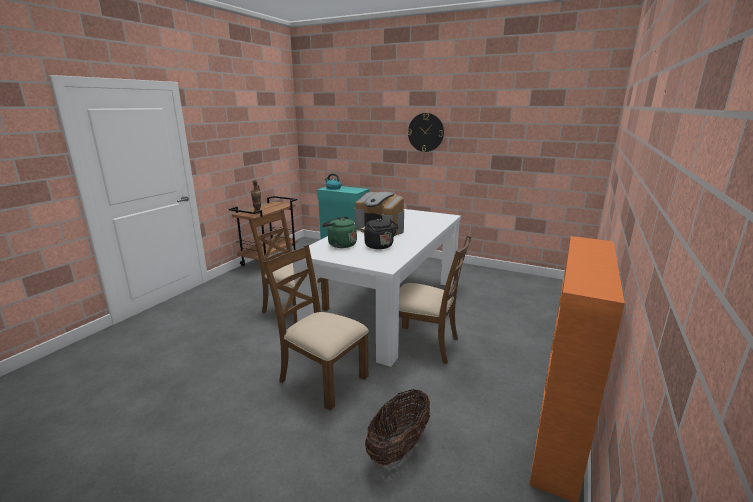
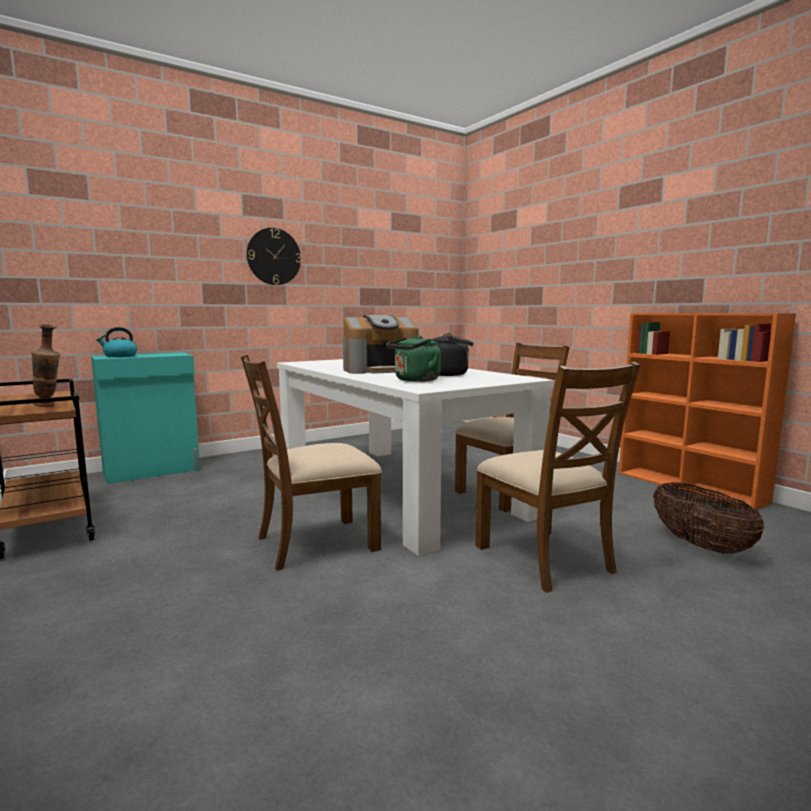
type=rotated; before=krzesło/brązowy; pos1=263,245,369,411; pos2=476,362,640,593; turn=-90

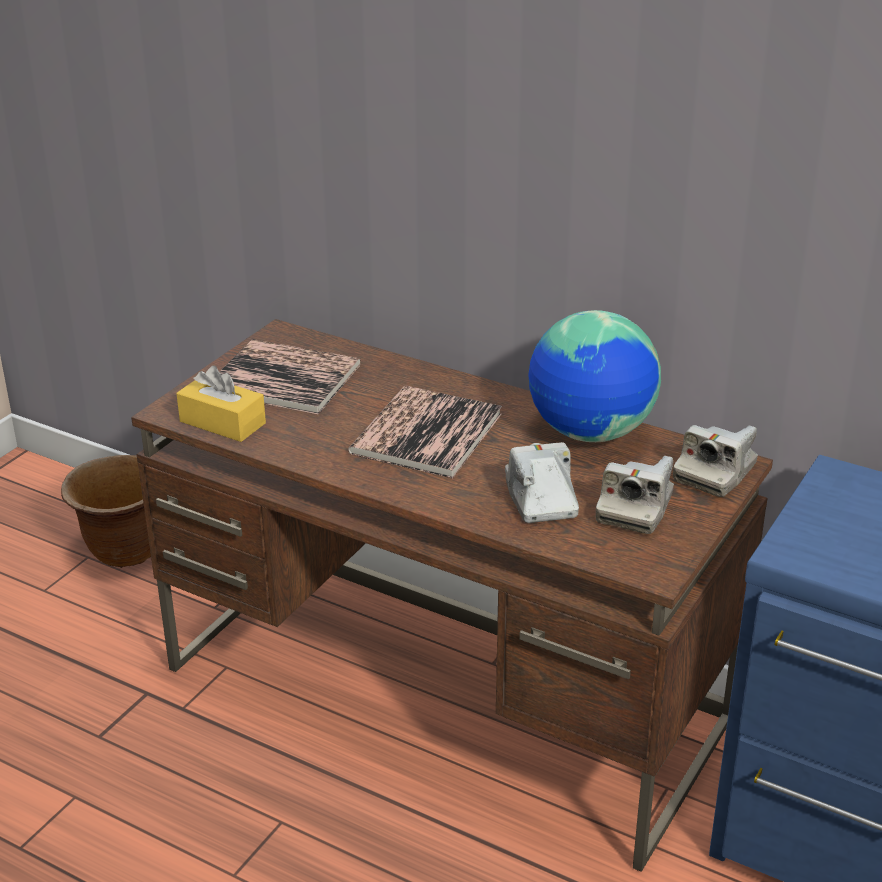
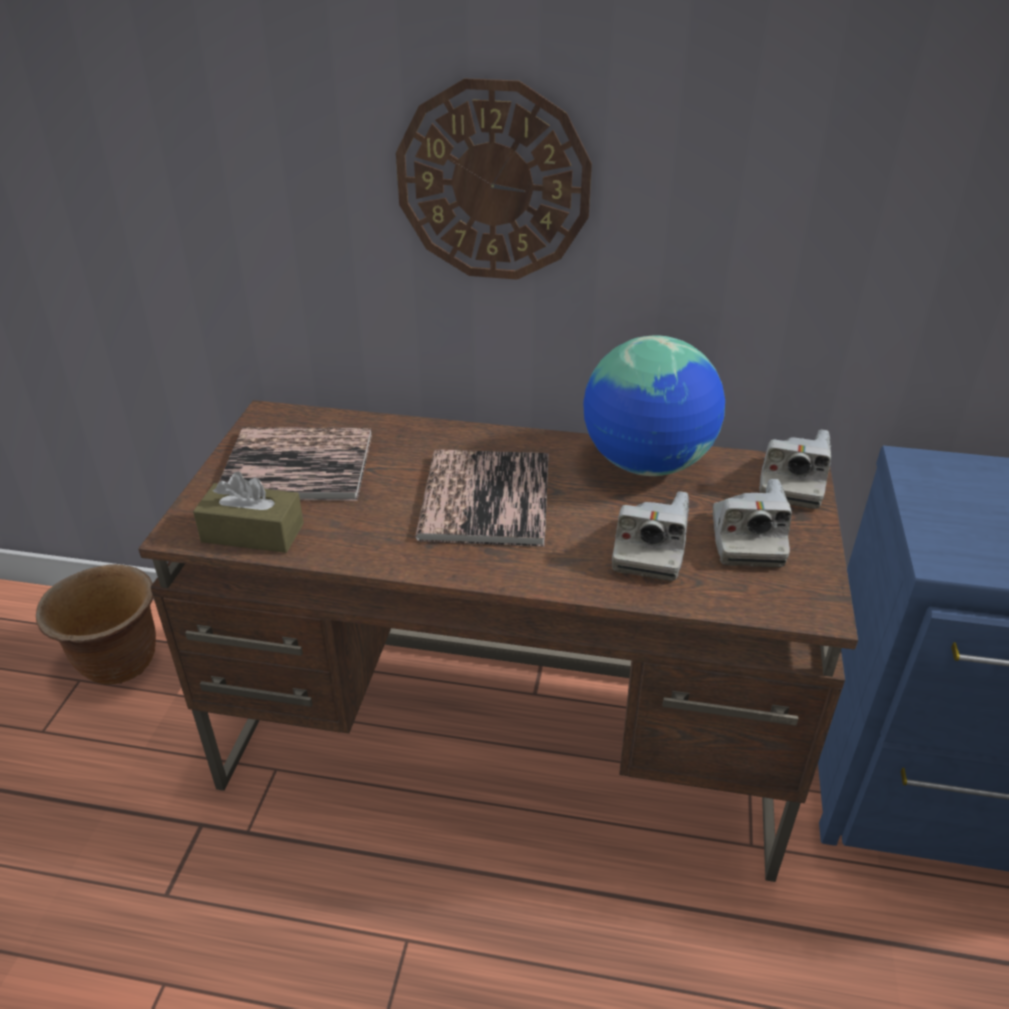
type=repainted; before=pudełko chusteczek/żółty; after=pudełko chusteczek/brązowy; pos1=176,366,266,442; pos2=193,472,304,553
type=new; after=zegar ścienny; pos2=396,78,592,280
type=rotated; before=aparat fotograficzny; pos1=505,442,579,523; pos2=612,491,689,581; turn=-135

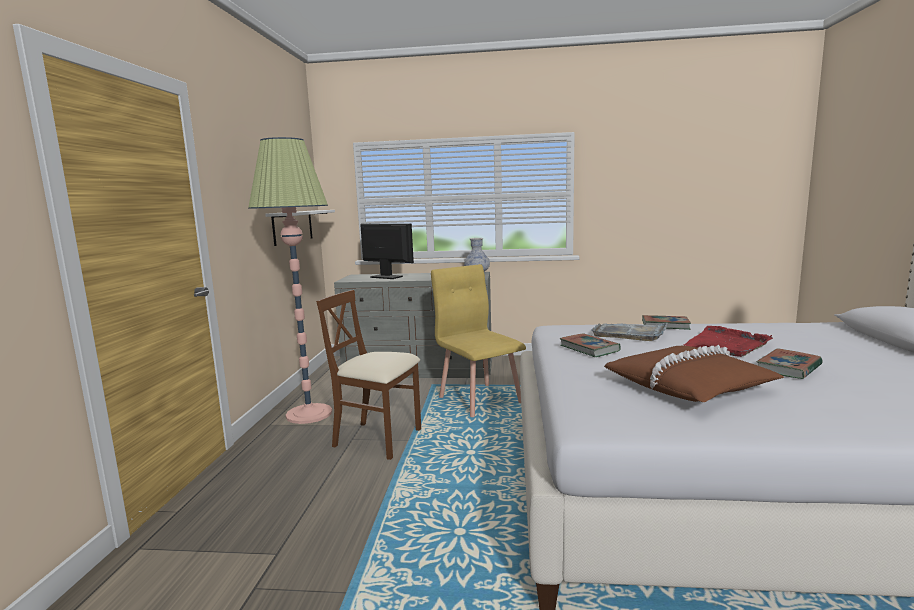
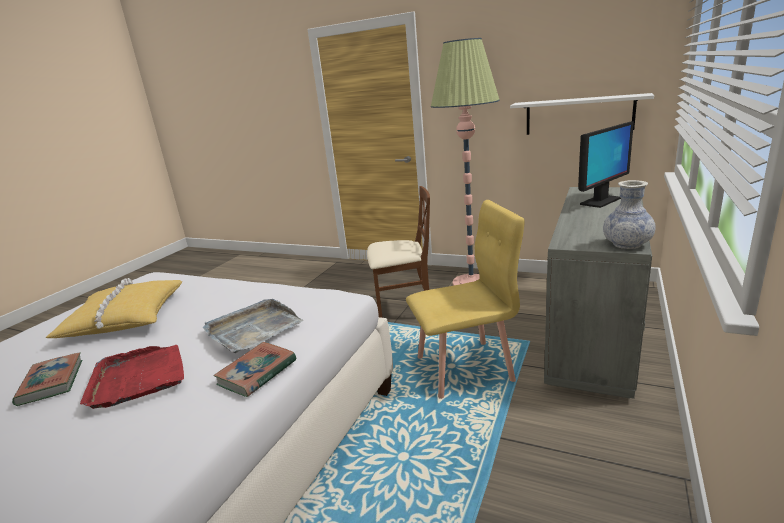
type=repainted; before=poduszka/brązowy; after=poduszka/żółty; pos1=604,345,784,402; pos2=45,278,182,338
type=rotated; before=krzesło/brązowy; pos1=316,290,421,460; pos2=367,186,430,318; turn=45
type=gone; before=książka; pos1=560,333,621,357

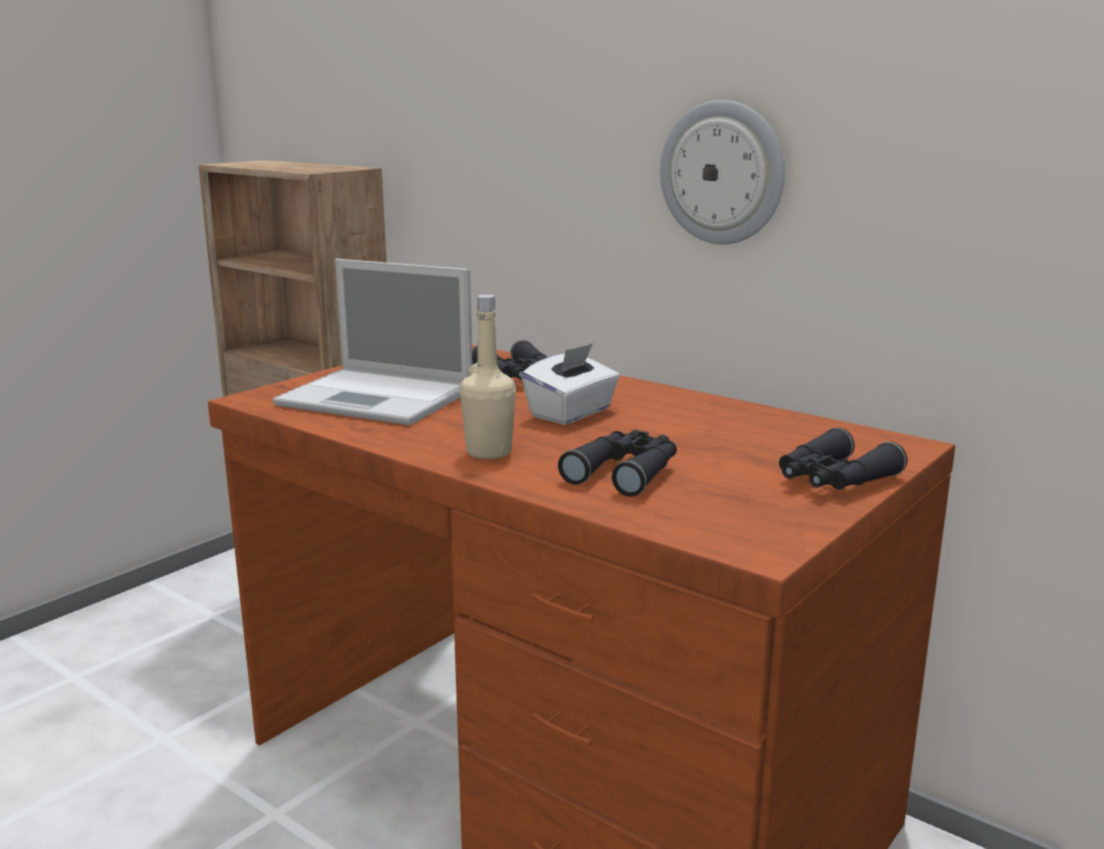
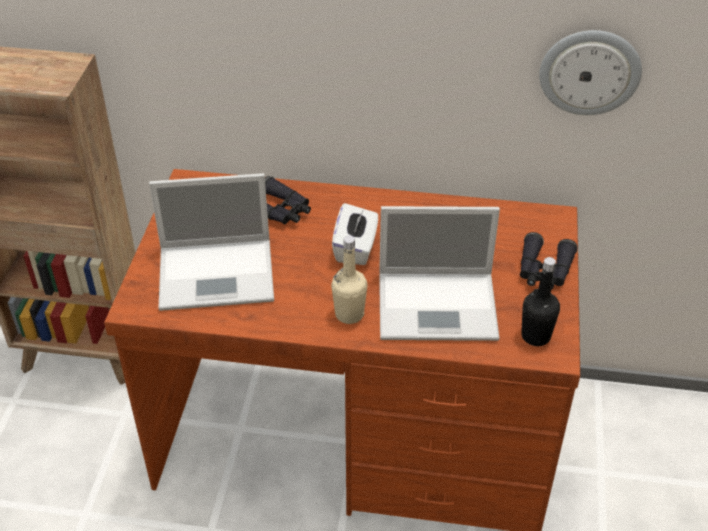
type=swapped; before=lornetka/czarny; after=laptop; pos1=558,430,677,497; pos2=379,206,500,341
type=new; after=butelka/czarny; pos2=521,257,560,346
type=shifted; before=zegar ścienny; pos1=660,100,785,244; pos2=539,30,642,115

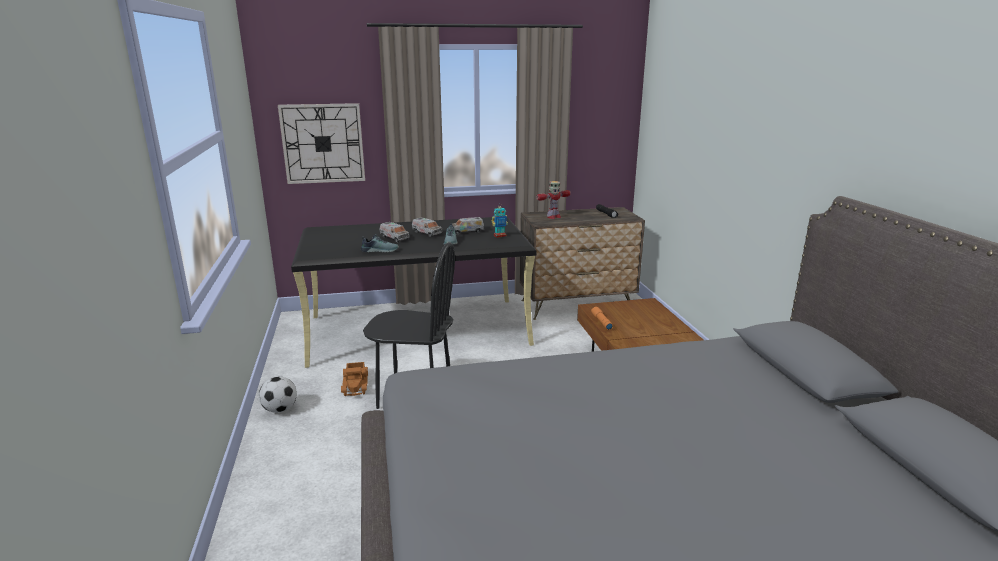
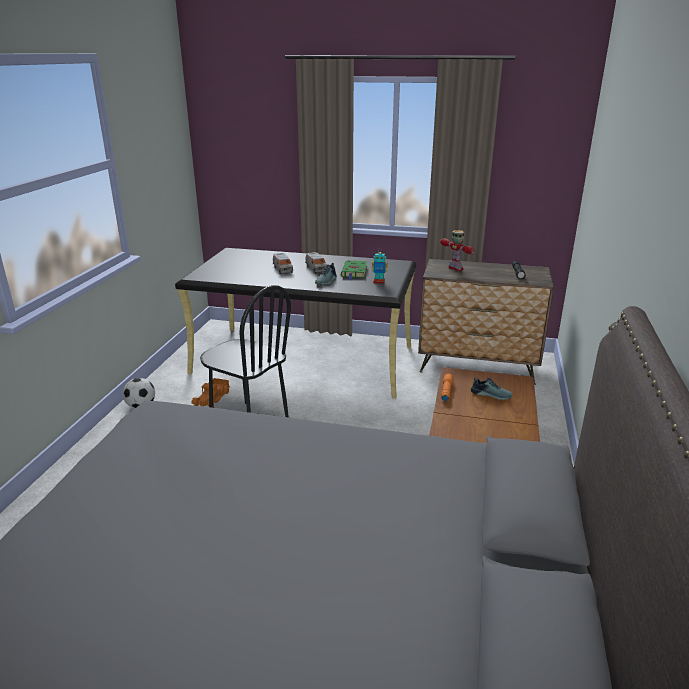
type=swapped; before=ciężarówka zabawkowa; after=książka/zielony; pos1=452,217,484,234; pos2=341,260,367,280
type=rotated; before=robot zabawkowy; pos1=536,181,571,219; pos2=440,230,474,271; turn=-120
type=shifted; before=but; pos1=361,234,399,252; pos2=471,377,513,400
type=gone; before=zegar ścienny; pos1=278,103,365,184

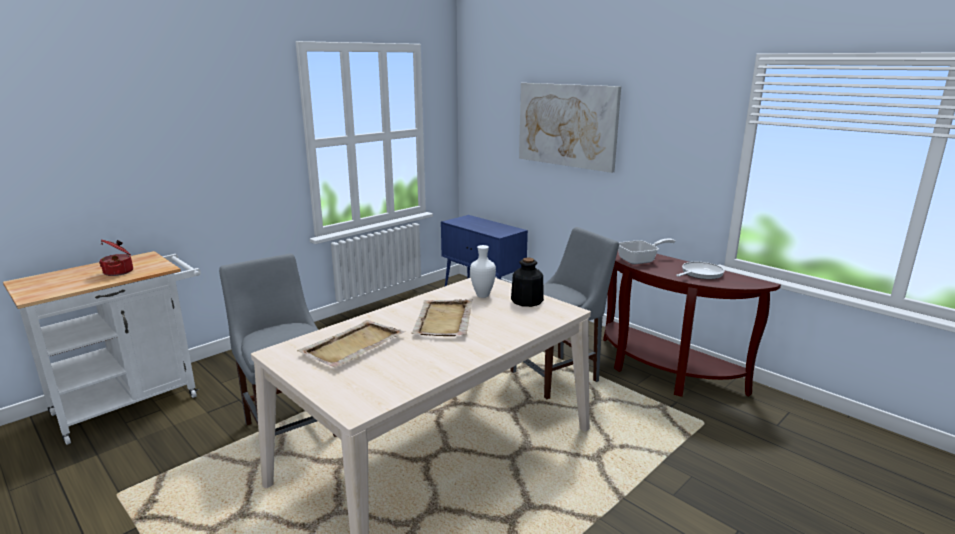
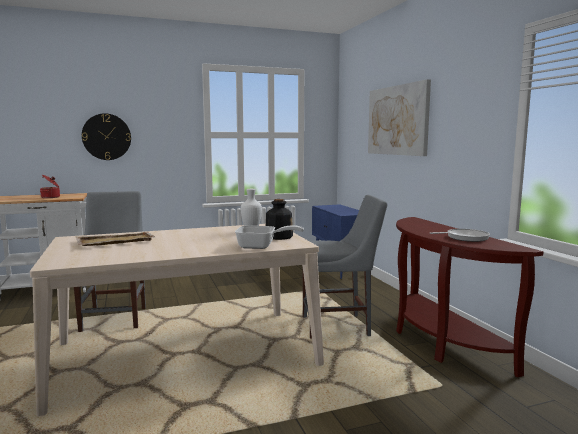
type=new; after=zegar ścienny; pos2=82,113,131,160
type=shifted; before=patelnia; pos1=618,238,675,265; pos2=235,225,304,249
type=gone; before=taca/beżowy; pos1=411,299,473,336

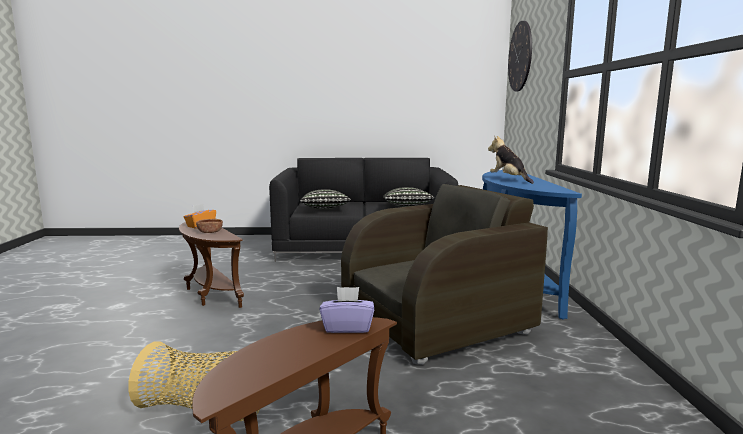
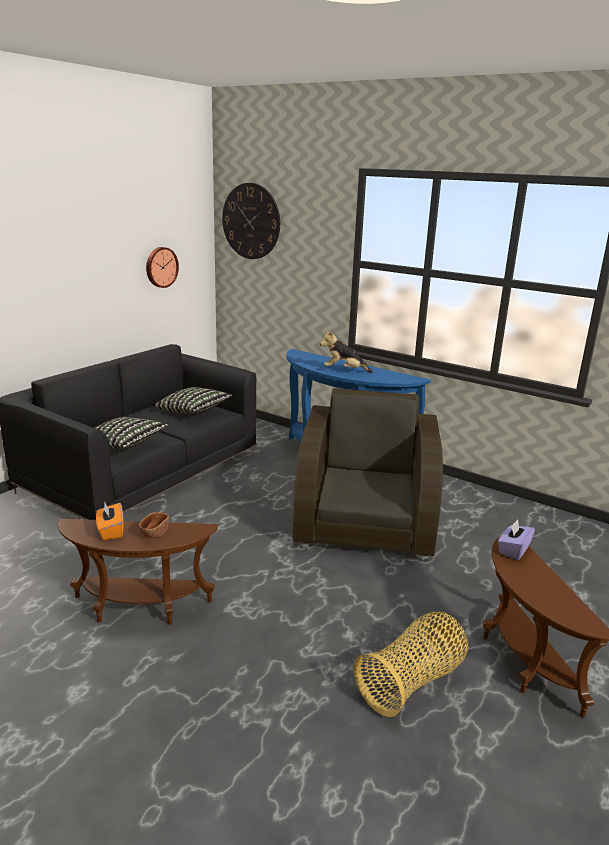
type=new; after=zegar ścienny; pos2=146,247,179,288

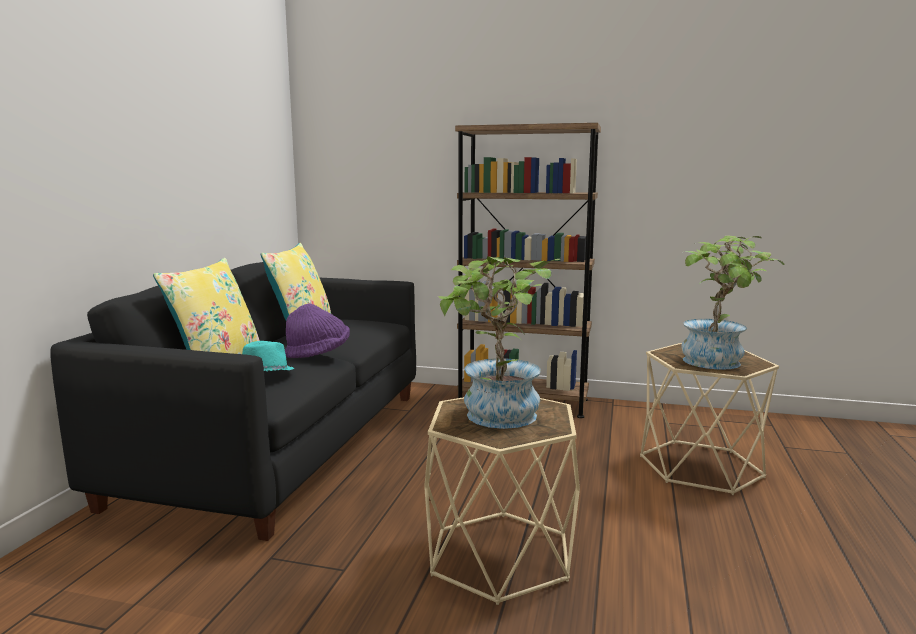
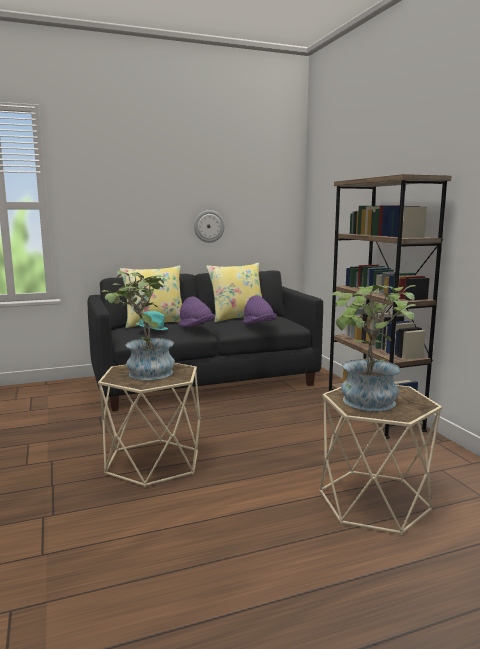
type=new; after=zegar ścienny; pos2=194,210,225,243
type=new; after=kapelusz/fioletowy; pos2=243,295,277,324

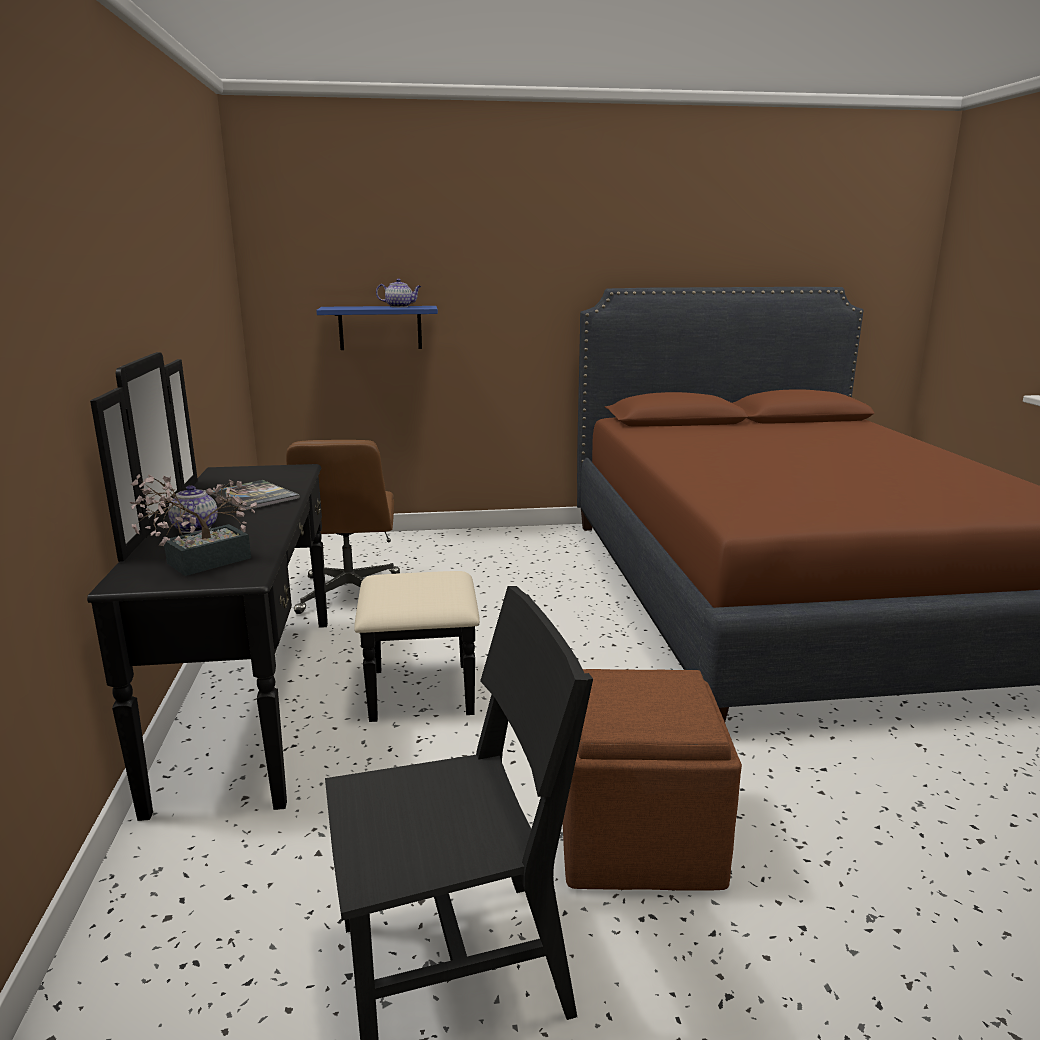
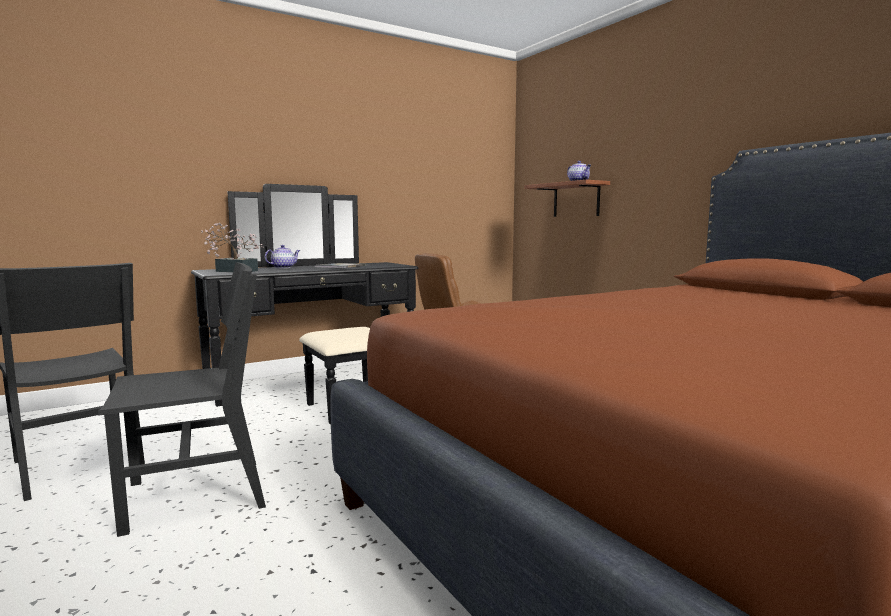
type=swapped; before=pufa/brązowy; after=krzesło/czarny; pos1=562,669,742,891; pos2=98,262,266,537
type=repainted; before=półka/niebieski; after=półka/brązowy; pos1=316,306,438,350; pos2=524,180,610,217

